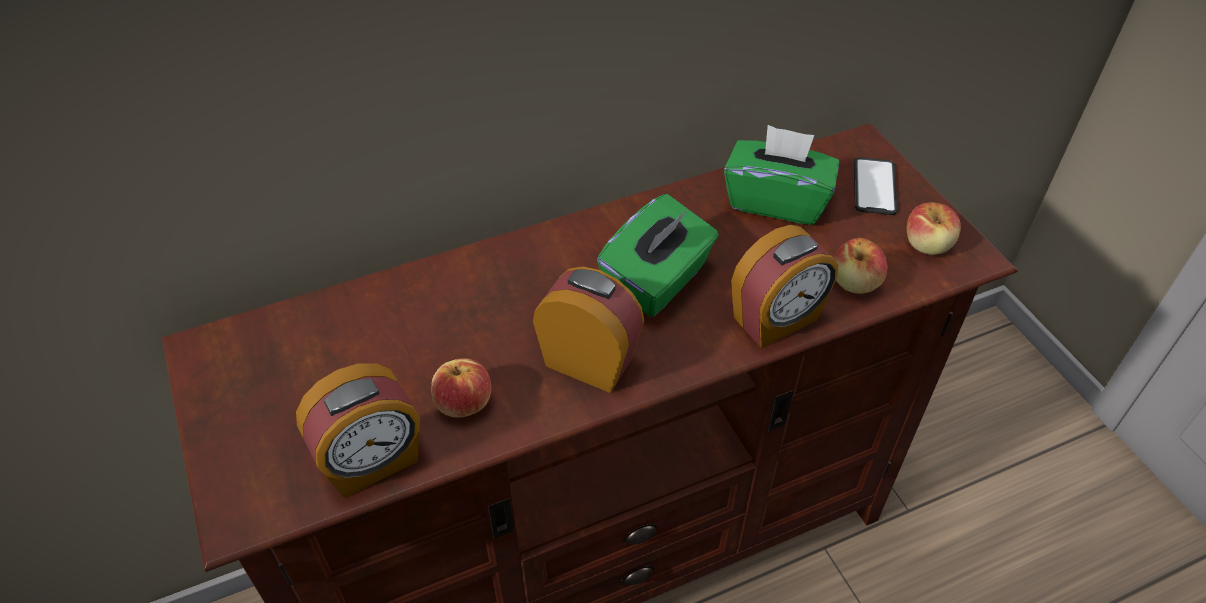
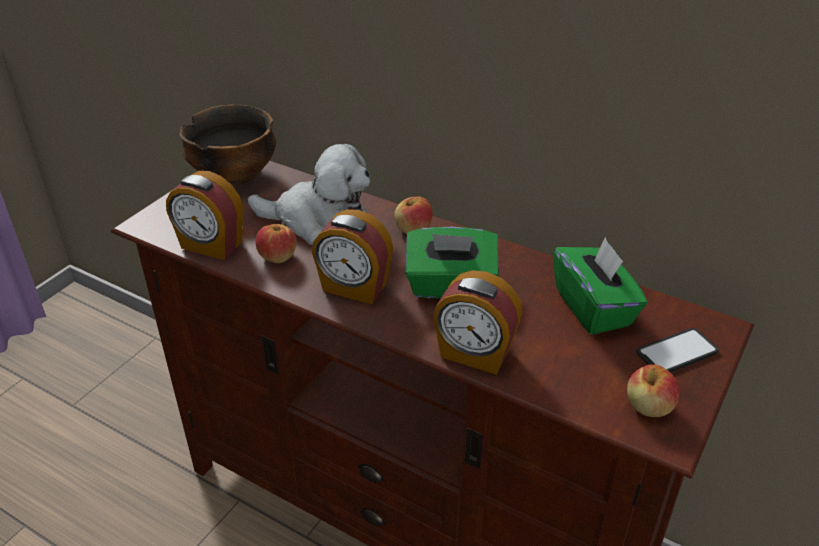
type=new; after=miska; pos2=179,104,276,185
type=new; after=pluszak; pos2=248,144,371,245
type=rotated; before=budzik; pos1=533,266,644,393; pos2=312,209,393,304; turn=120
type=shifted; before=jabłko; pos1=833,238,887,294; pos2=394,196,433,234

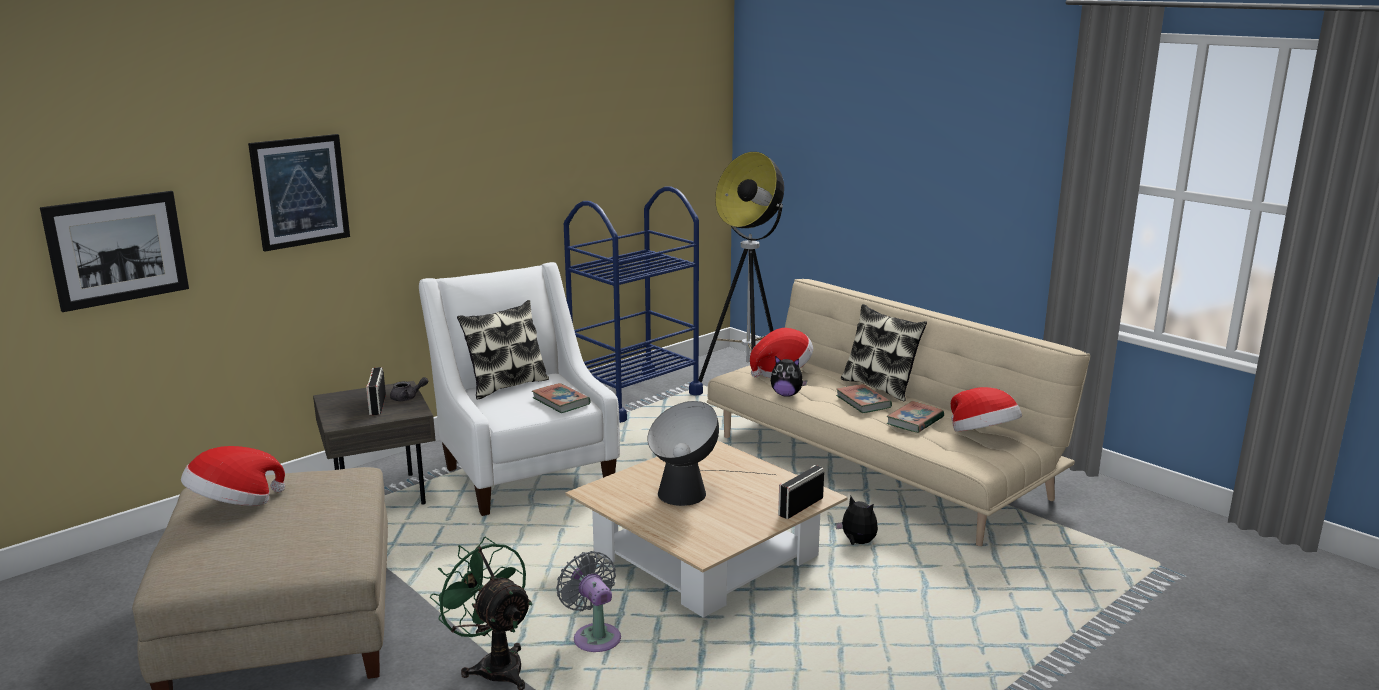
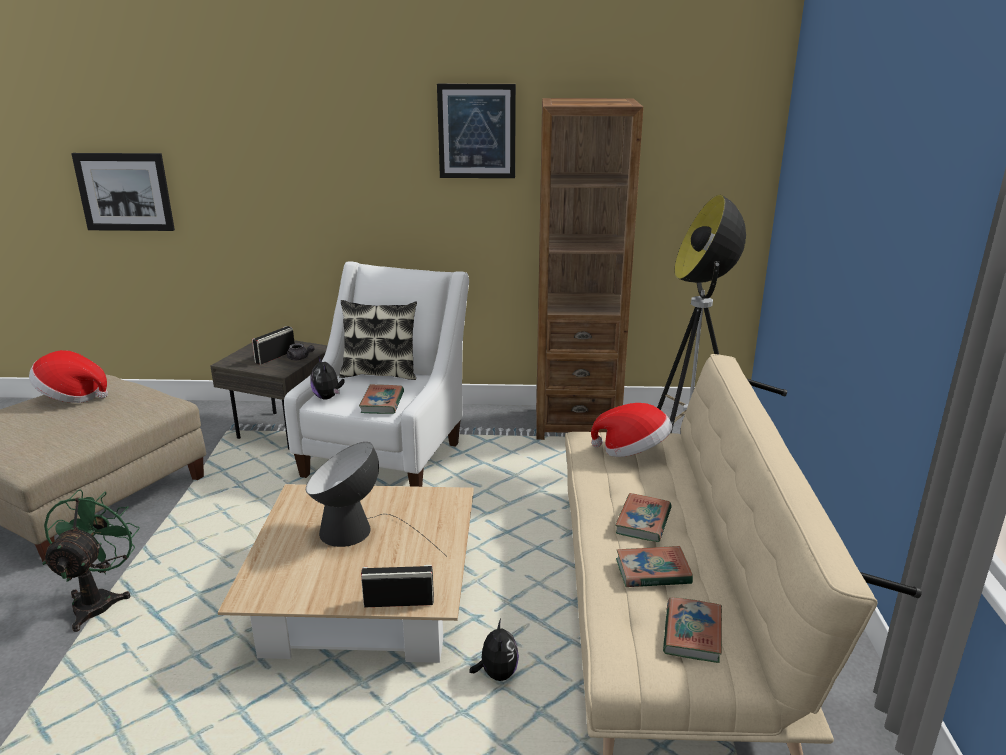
type=shifted; before=pluszak; pos1=771,356,807,397; pos2=310,356,345,400
type=shifted; before=obraz; pos1=248,134,350,251; pos2=437,84,516,178
type=swapped; before=wózek/niebieski; after=regał/brązowy; pos1=564,187,703,423; pos2=536,98,643,440
type=swapped; before=kapelusz; after=książka; pos1=951,387,1022,432; pos2=663,597,722,663
type=gone; before=wentylator/szary; pos1=556,551,621,652
type=gone; before=poduszka; pos1=841,304,927,401

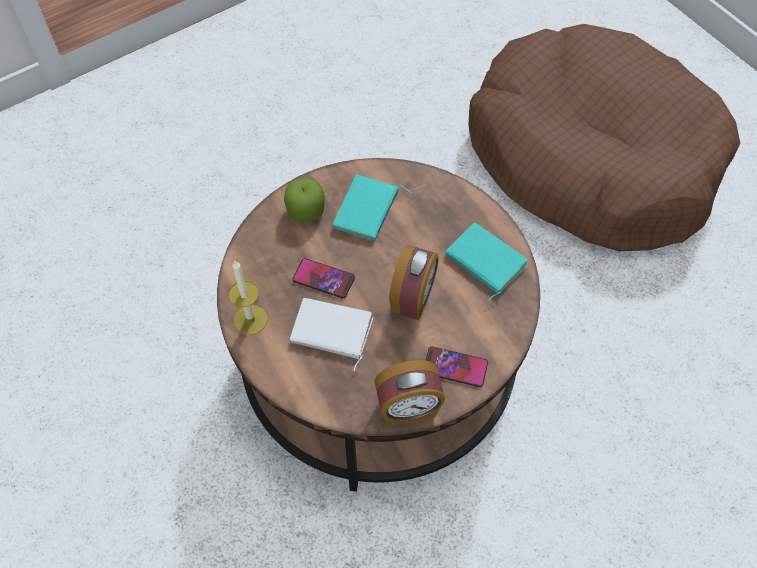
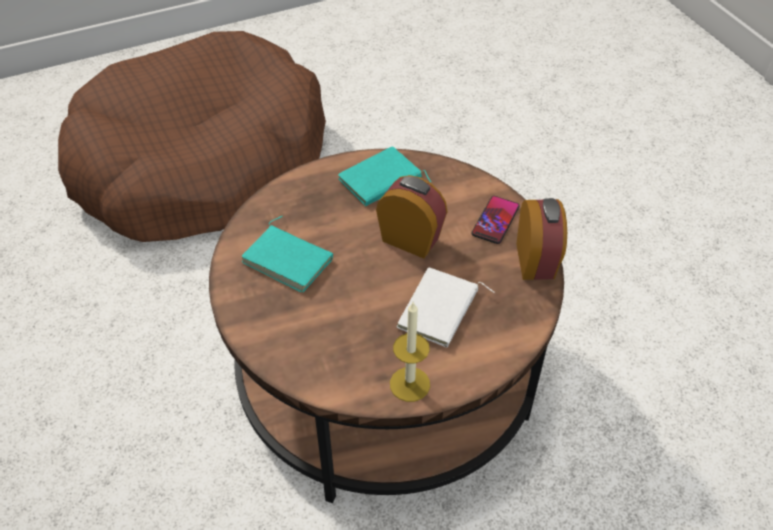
type=gone; before=jabłko; pos1=284,177,325,223
type=gone; before=telefon; pos1=293,258,355,298

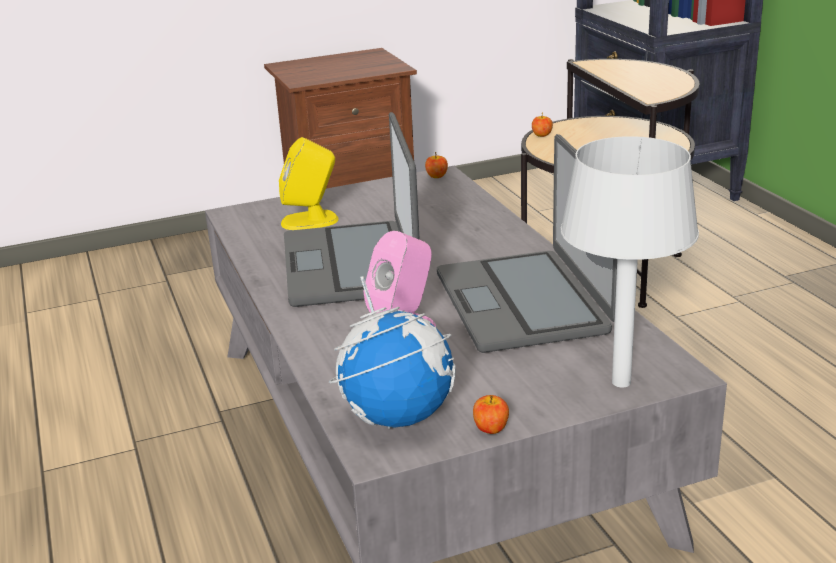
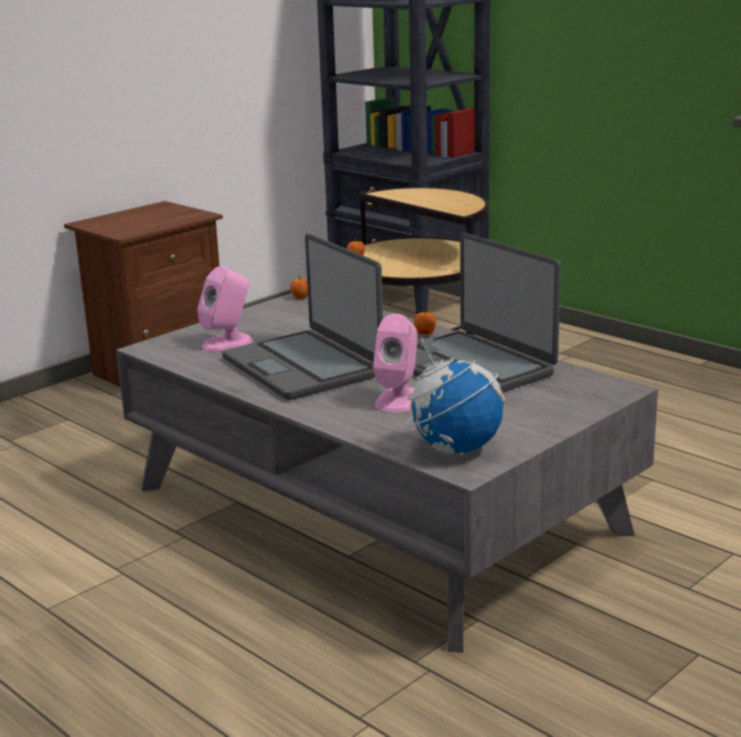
type=repainted; before=głośnik/żółty; after=głośnik/różowy; pos1=279,137,339,230; pos2=197,266,253,352
type=shifted; before=jabłko; pos1=473,395,509,434; pos2=414,310,436,335
type=gone; before=lampa stołowa/szary; pos1=560,136,699,388

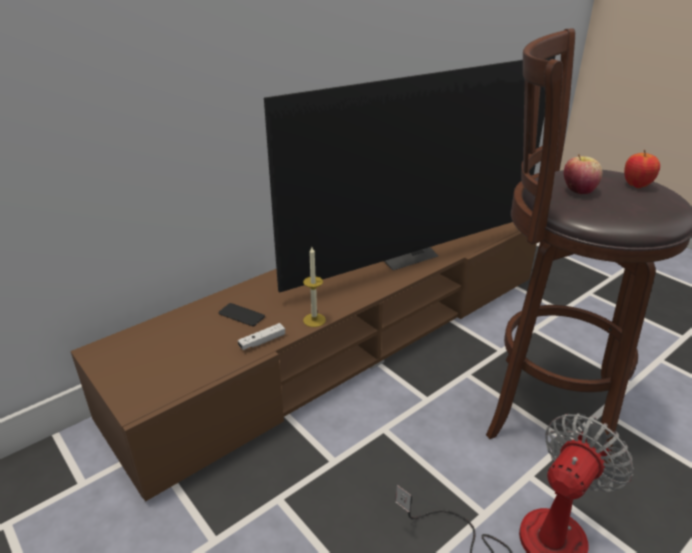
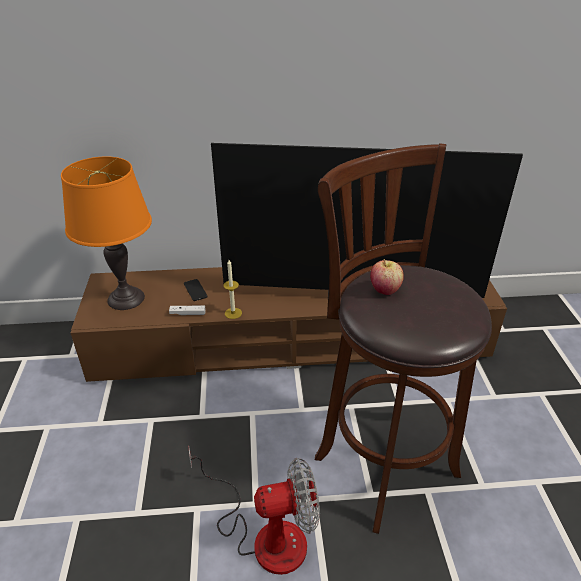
type=new; after=lampa stołowa/pomarańczowy; pos2=61,157,152,310
type=gone; before=jabłko; pos1=624,150,660,188

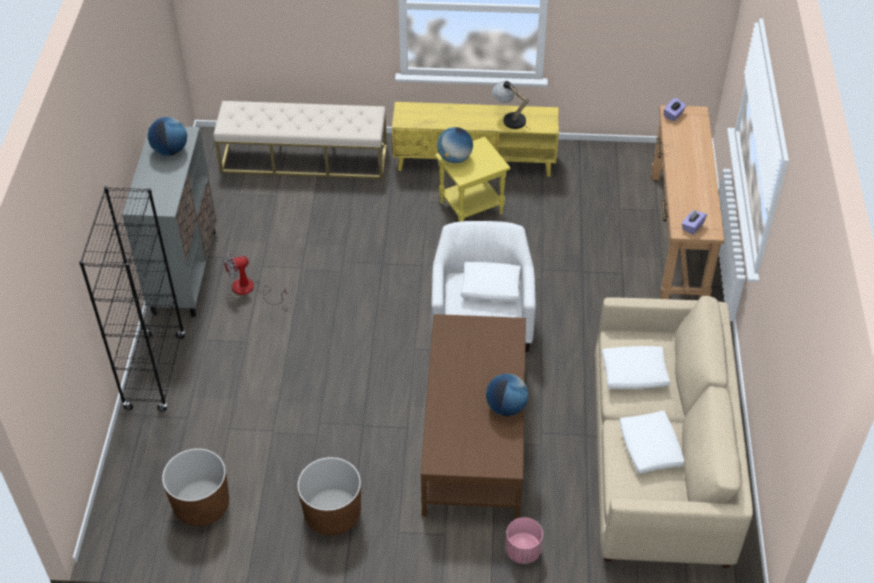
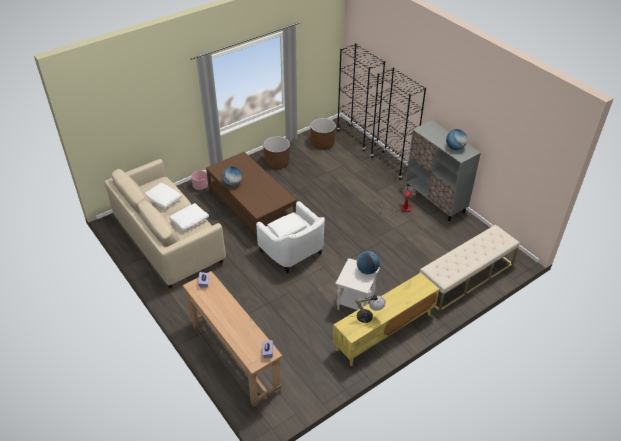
type=repainted; before=stolik/żółty; after=stolik/biały; pos1=435,137,511,222; pos2=335,258,380,310
type=new; after=regał/czarny; pos2=337,43,385,151

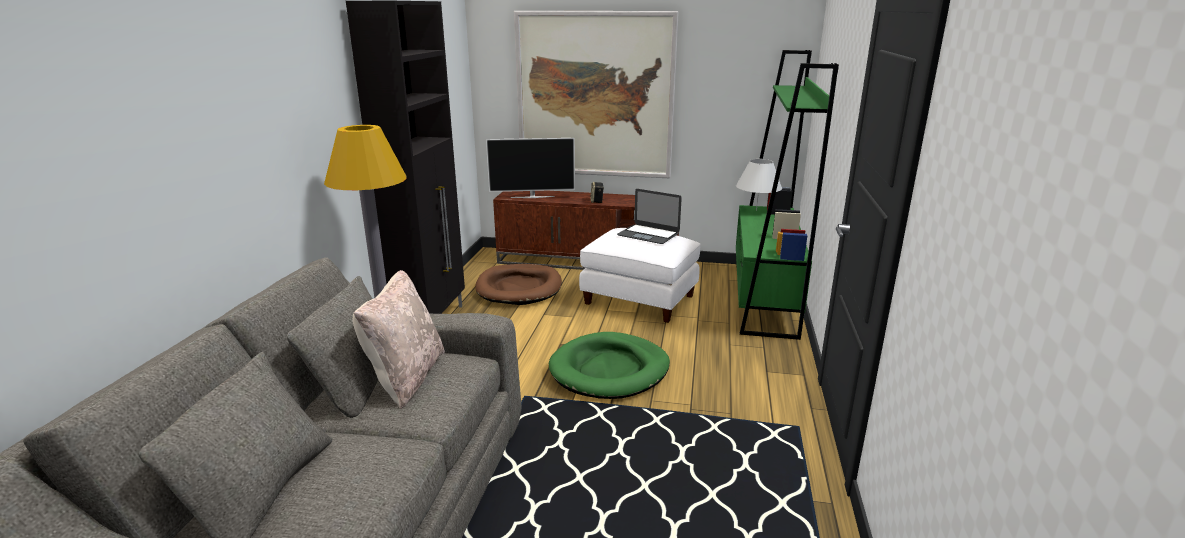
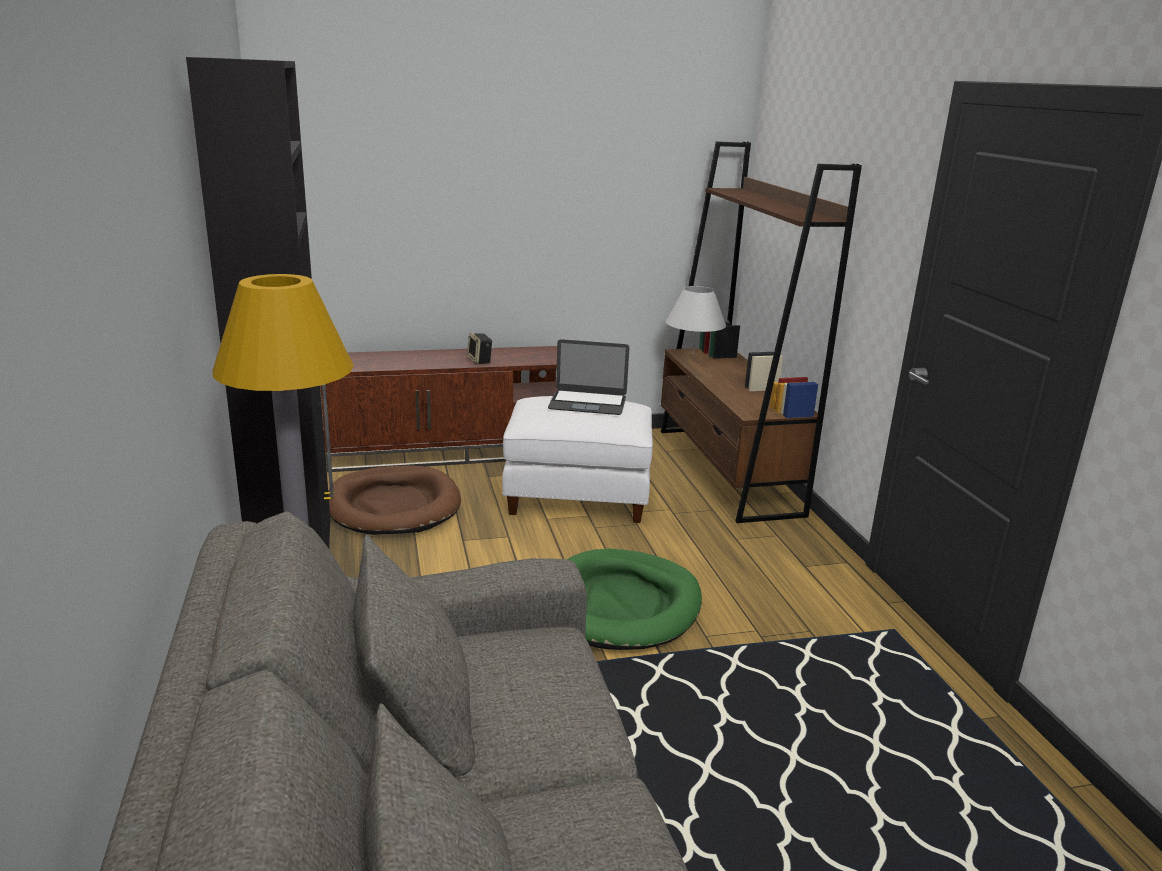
type=repainted; before=regał/zielony; after=regał/brązowy; pos1=736,50,839,340; pos2=661,141,862,523
type=gone; before=poduszka/beżowy; pos1=353,270,445,409
type=gone; before=telewizor; pos1=486,138,575,198
type=gone; before=obraz; pos1=514,11,679,178

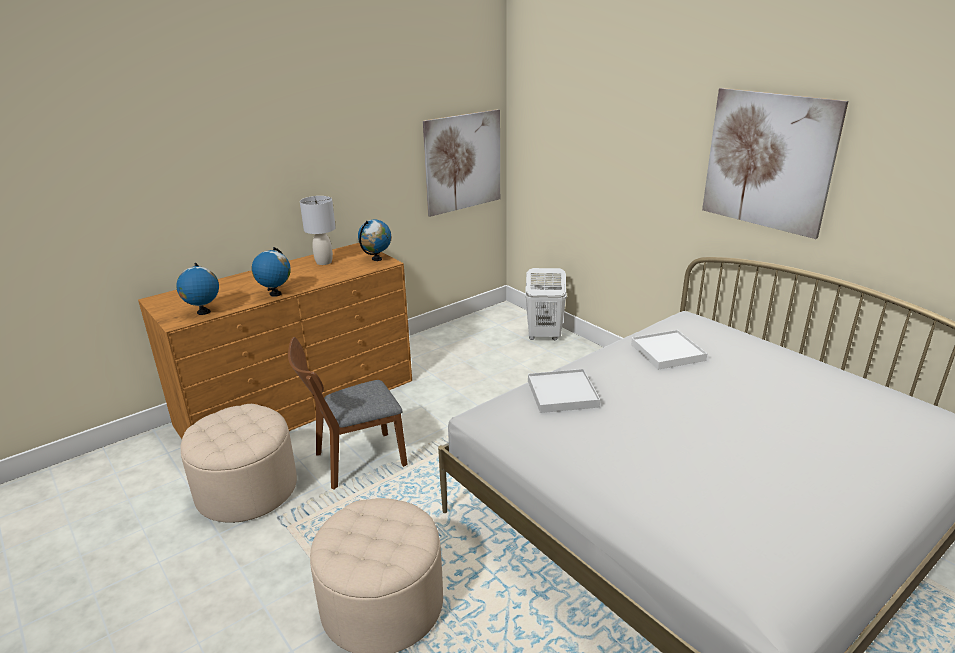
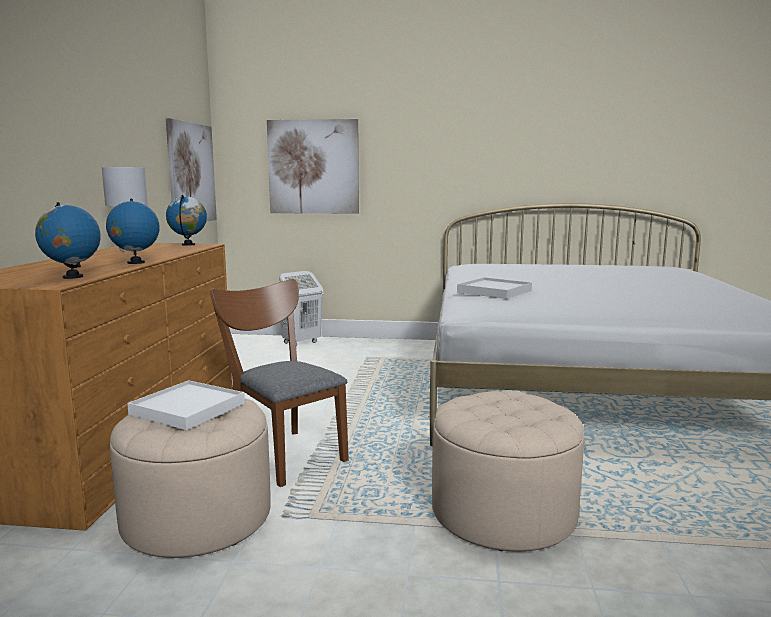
type=shifted; before=taca/biały; pos1=631,330,707,370; pos2=127,380,245,430
type=rotated; before=krzesło/brązowy; pos1=288,337,408,490; pos2=210,279,349,487; turn=120
type=shifted; before=obraz; pos1=702,88,848,239; pos2=267,119,359,214

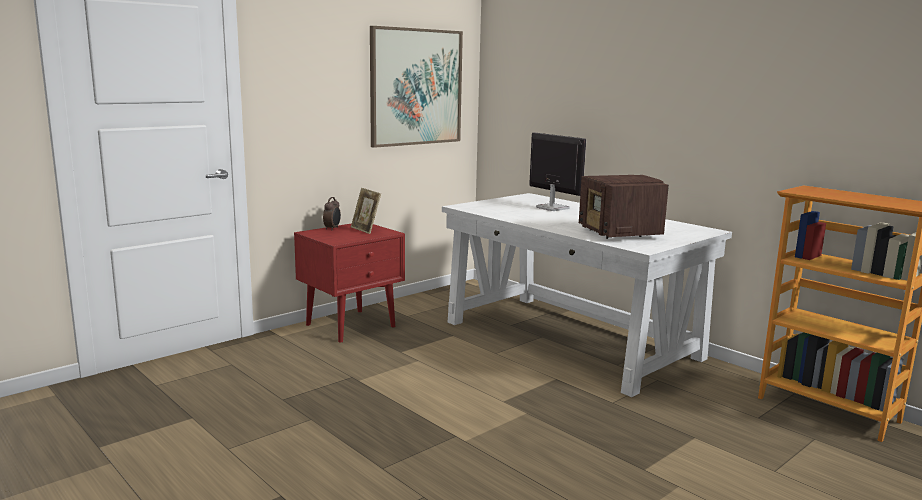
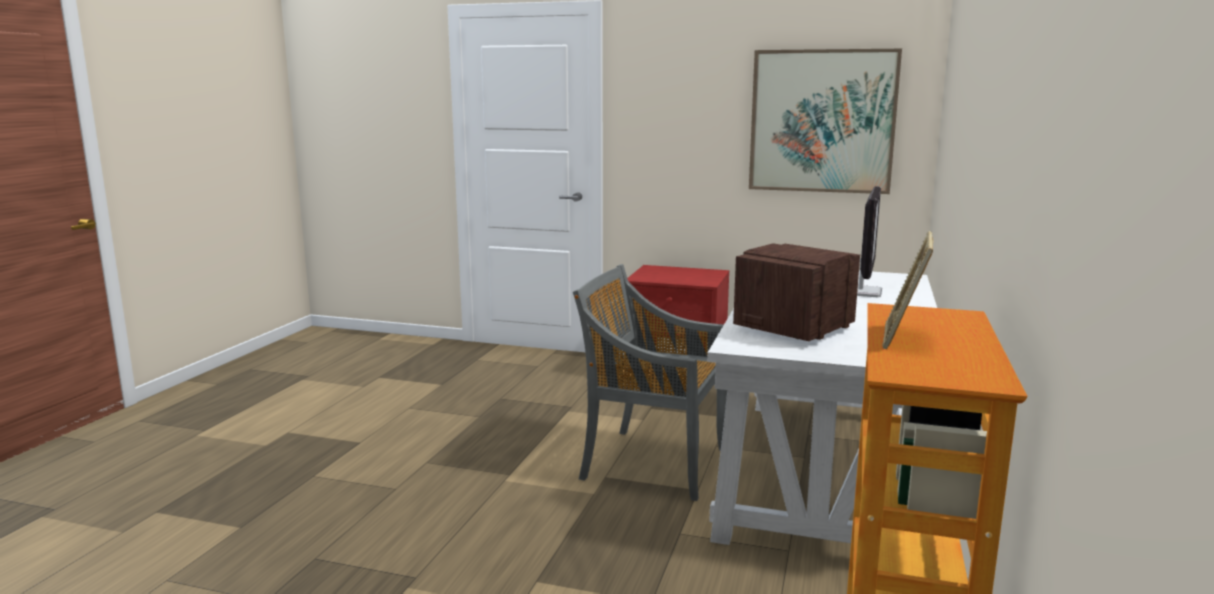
type=new; after=krzesło/szary; pos2=573,264,727,501
type=shifted; before=ramka na zdjęcie; pos1=351,188,381,234; pos2=882,231,934,349
type=gone; before=budzik; pos1=323,197,341,229

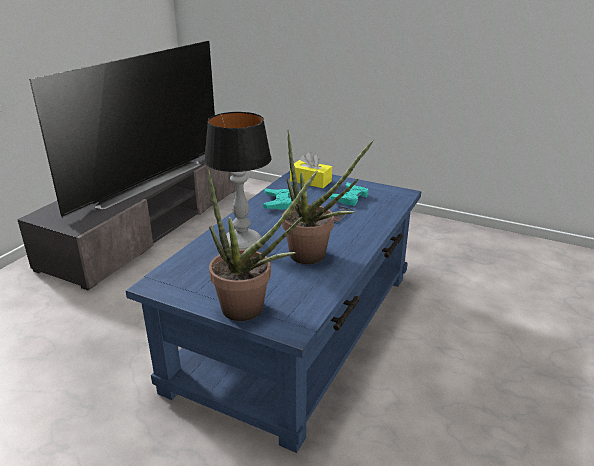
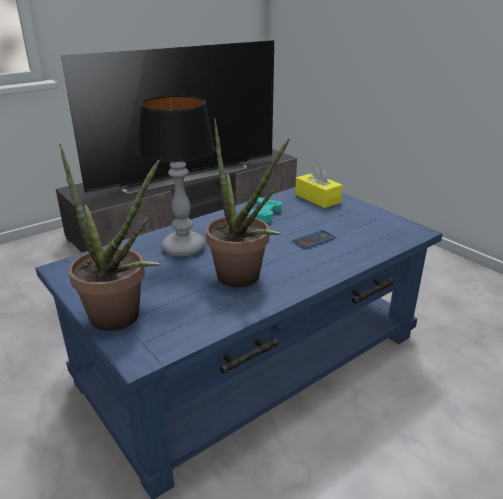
type=gone; before=pad do gier/turkusowy; pos1=329,182,368,206

